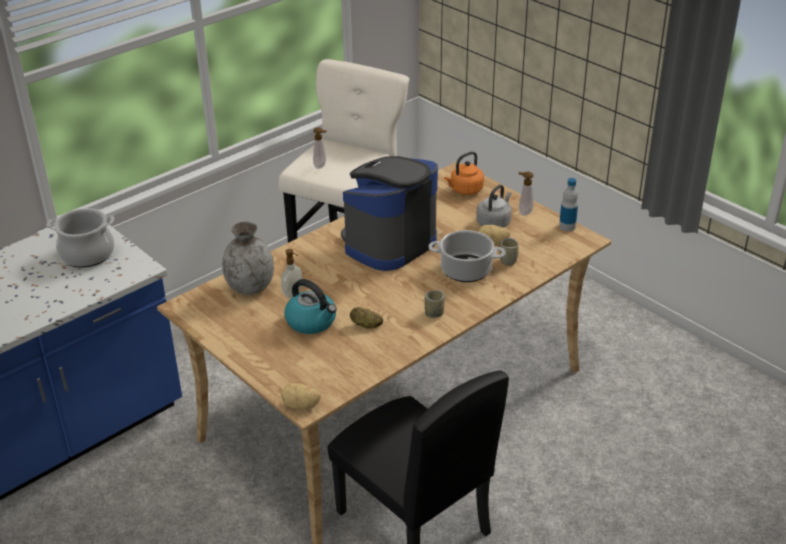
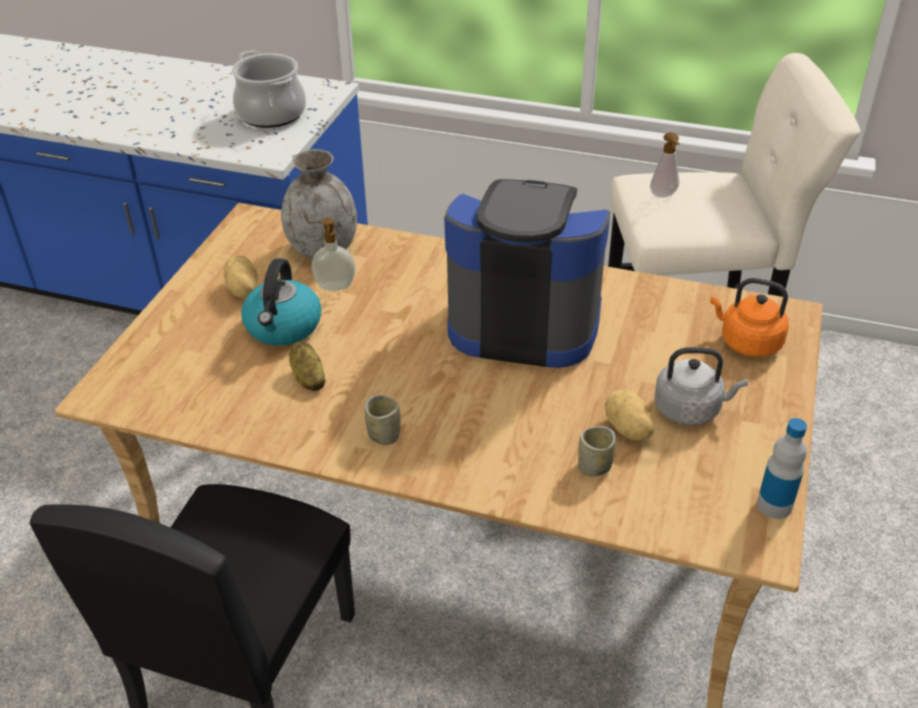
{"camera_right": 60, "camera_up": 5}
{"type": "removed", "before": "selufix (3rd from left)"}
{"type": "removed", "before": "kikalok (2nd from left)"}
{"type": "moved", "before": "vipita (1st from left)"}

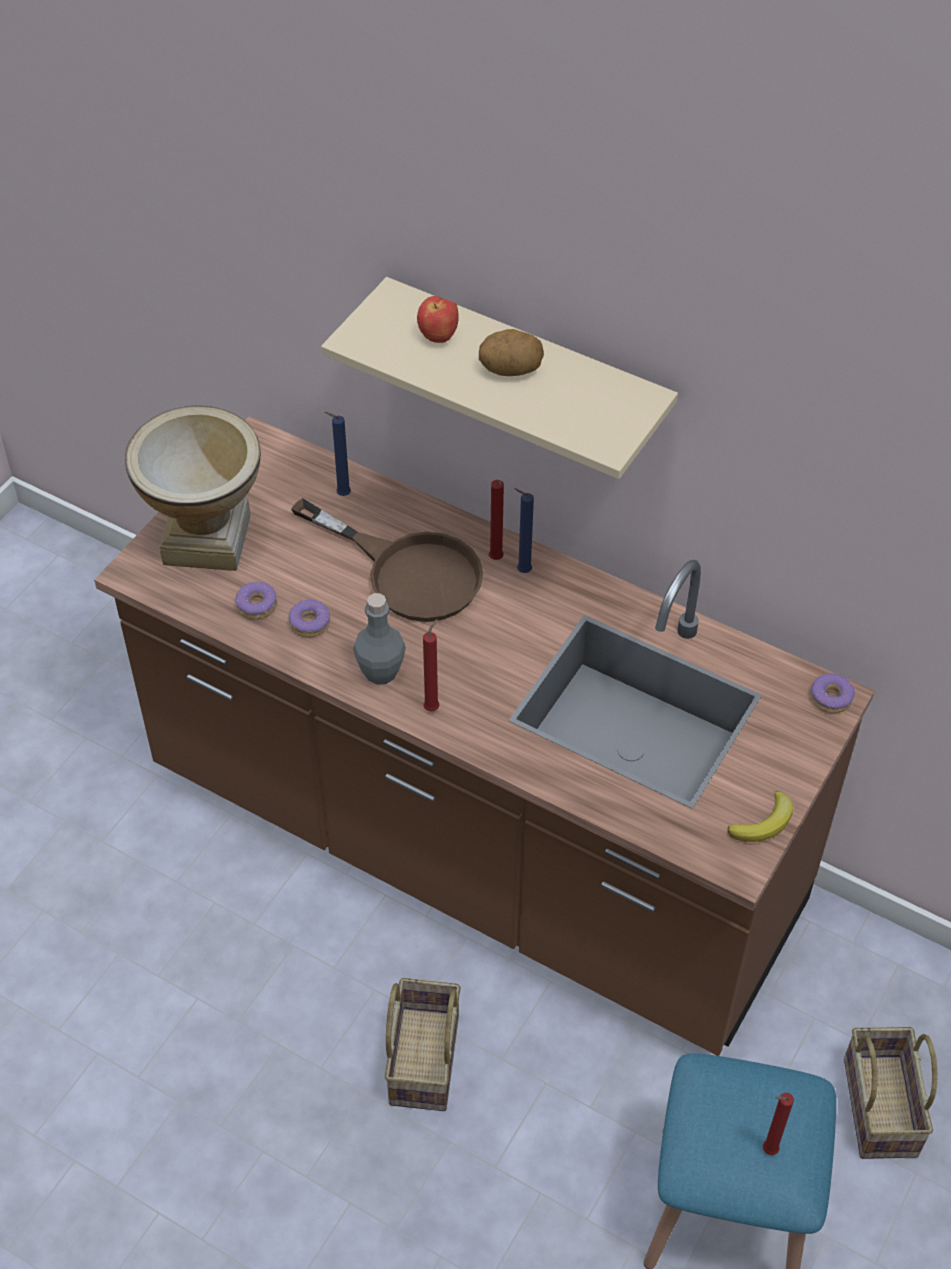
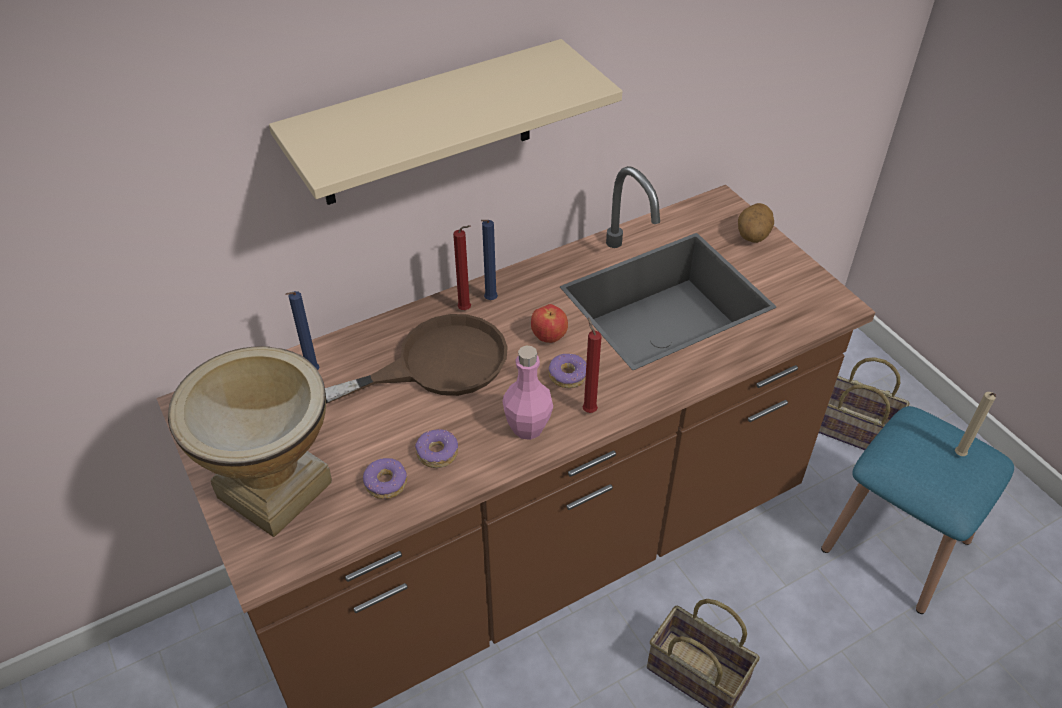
{"camera_right": -60, "camera_up": -5}
{"type": "moved", "before": "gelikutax"}
{"type": "moved", "before": "vipita"}
{"type": "recoloured", "before": "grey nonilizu", "after": "pink nonilizu"}
{"type": "moved", "before": "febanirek (3rd from left)"}
{"type": "removed", "before": "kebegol"}
{"type": "recoloured", "before": "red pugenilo (3rd from left)", "after": "beige pugenilo"}

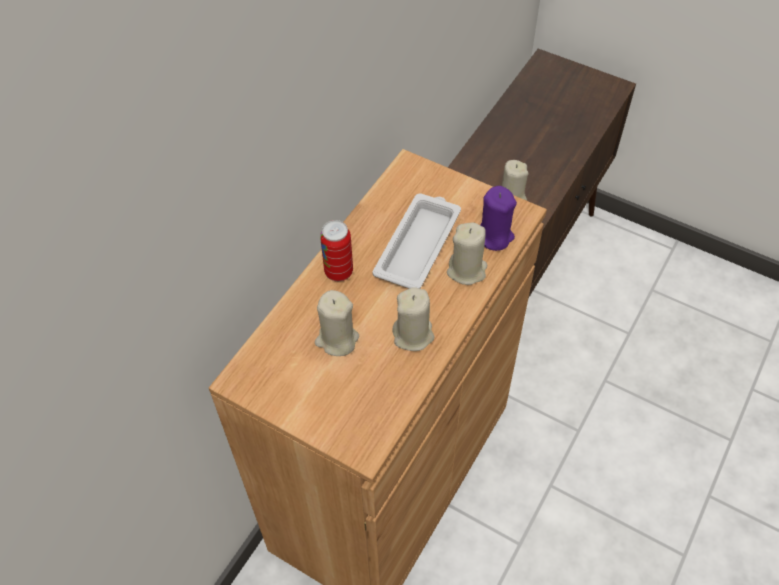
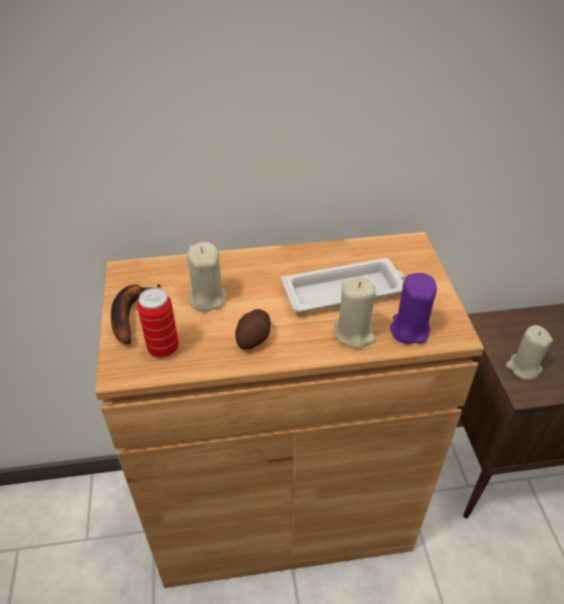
{"camera_right": 50, "camera_up": -10}
{"type": "moved", "before": "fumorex"}
{"type": "replaced", "before": "beige pugenilo (2nd from left)", "after": "vipita"}
{"type": "added", "after": "kebegol"}

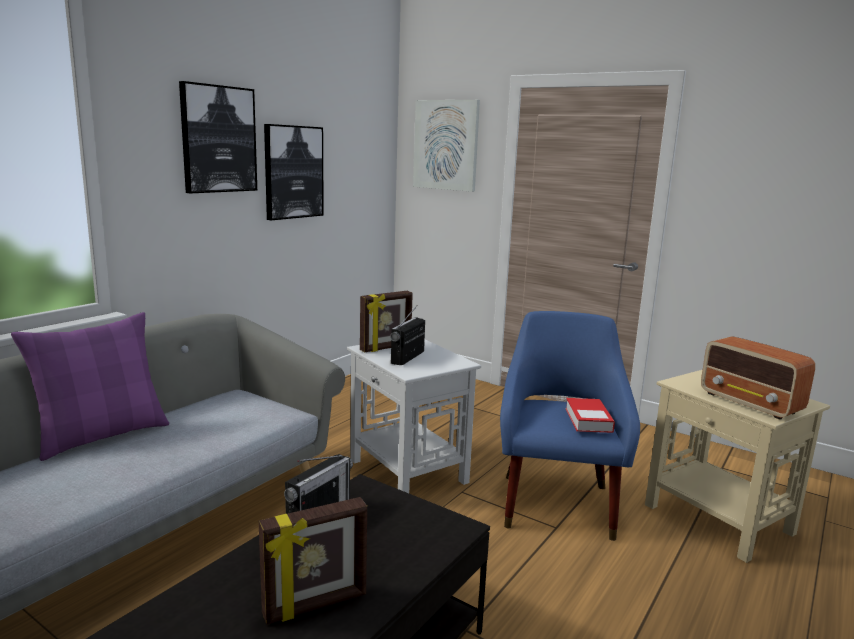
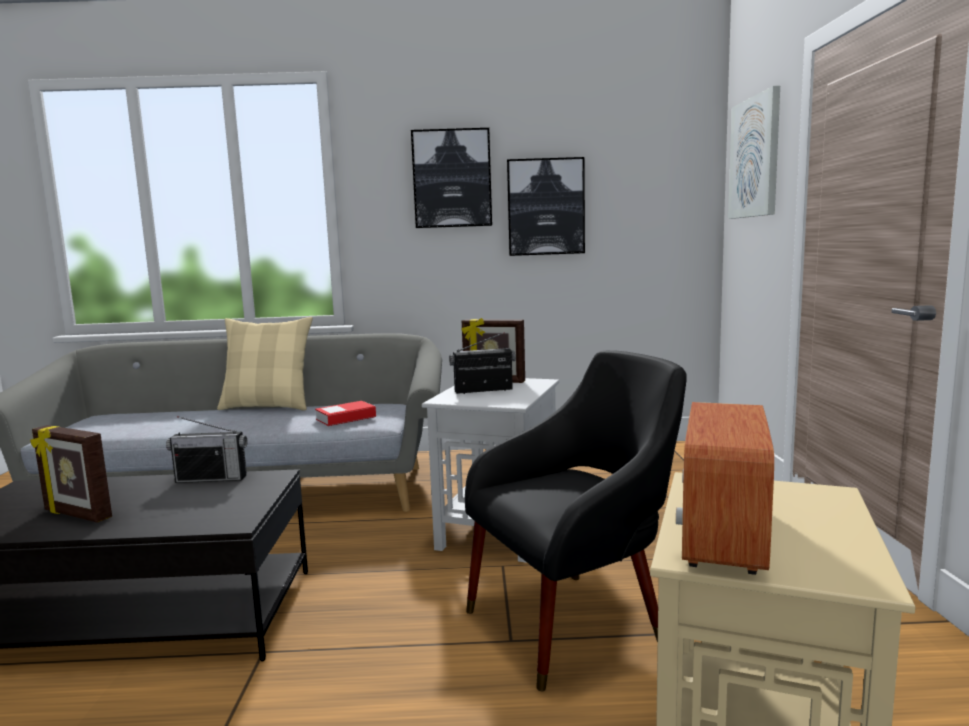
{"camera_right": 55, "camera_up": -5}
{"type": "recoloured", "before": "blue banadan", "after": "black banadan"}
{"type": "recoloured", "before": "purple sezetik", "after": "beige sezetik"}
{"type": "moved", "before": "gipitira"}

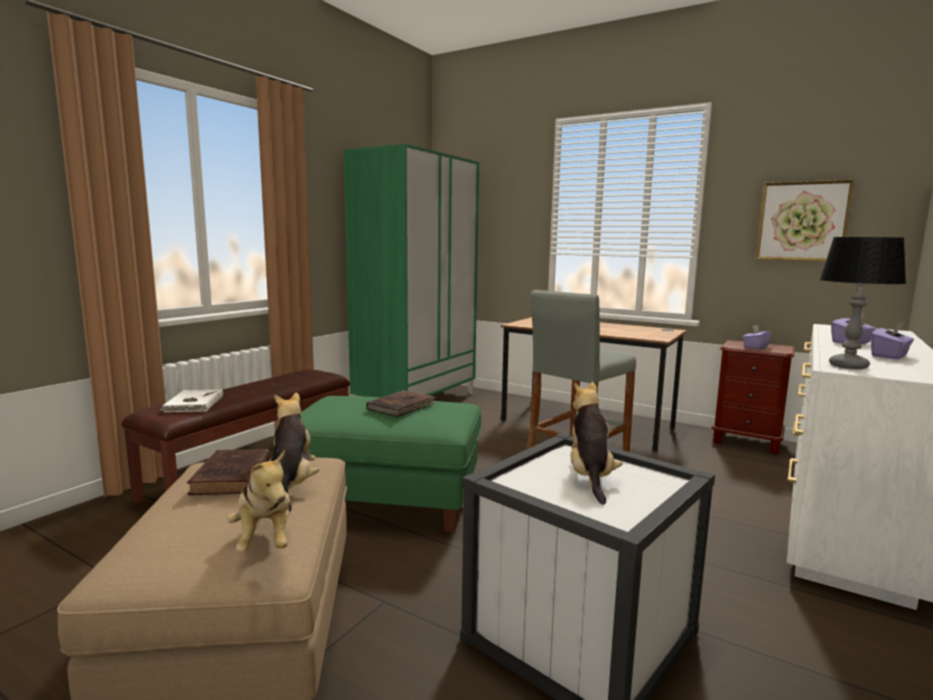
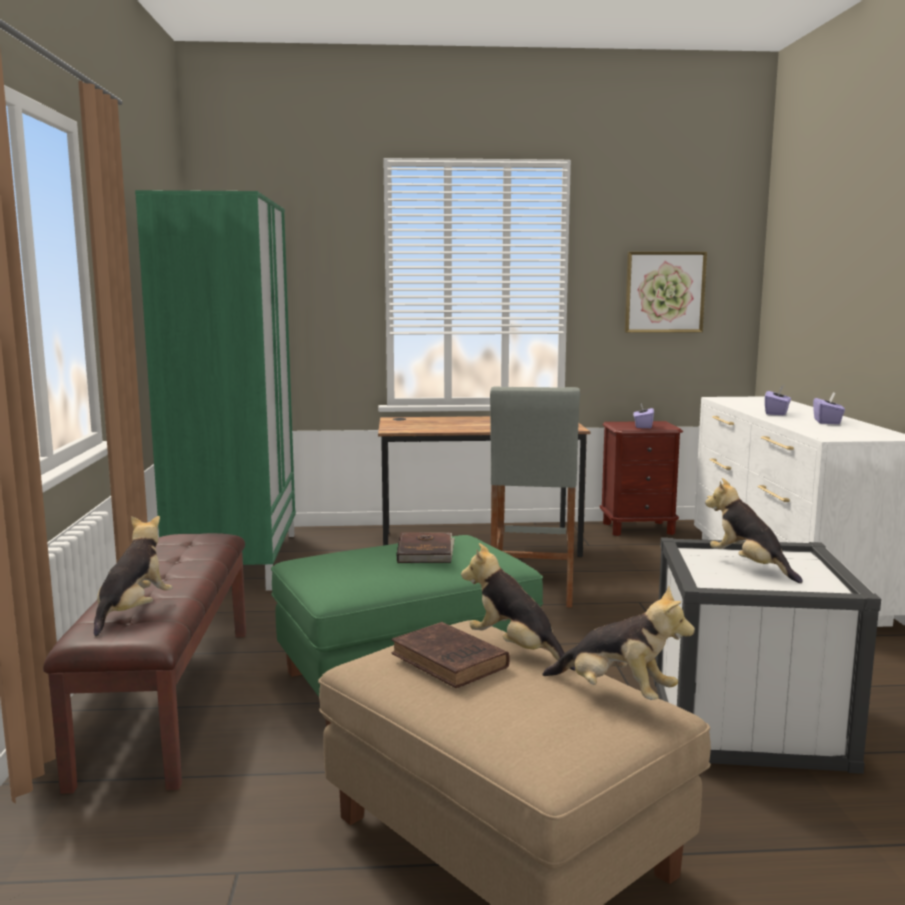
{"camera_right": -35, "camera_up": 0}
{"type": "removed", "before": "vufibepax"}
{"type": "replaced", "before": "white gipitira", "after": "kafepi (1st from left)"}

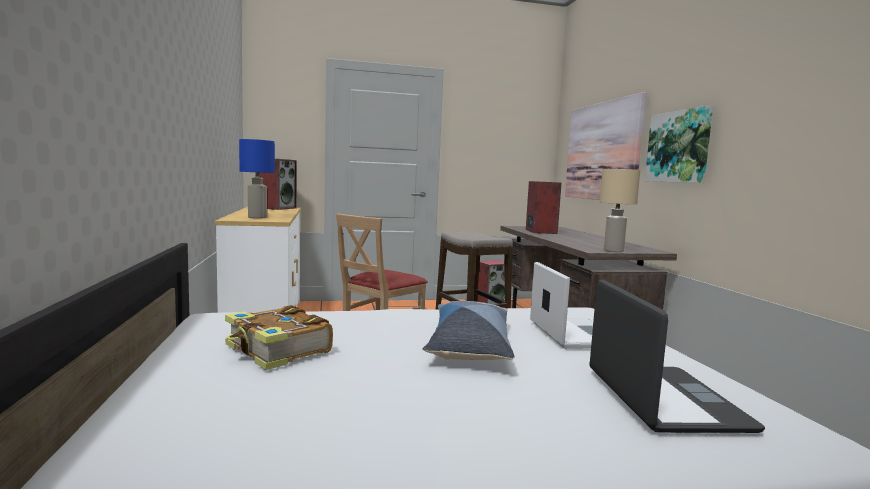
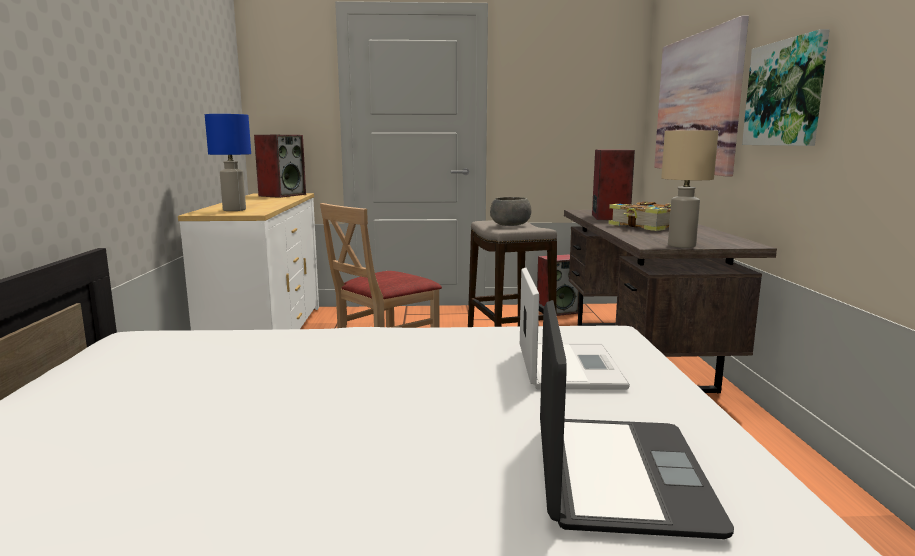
{"camera_right": 10, "camera_up": 5}
{"type": "removed", "before": "sezetik"}
{"type": "moved", "before": "gipitira"}
{"type": "added", "after": "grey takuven"}

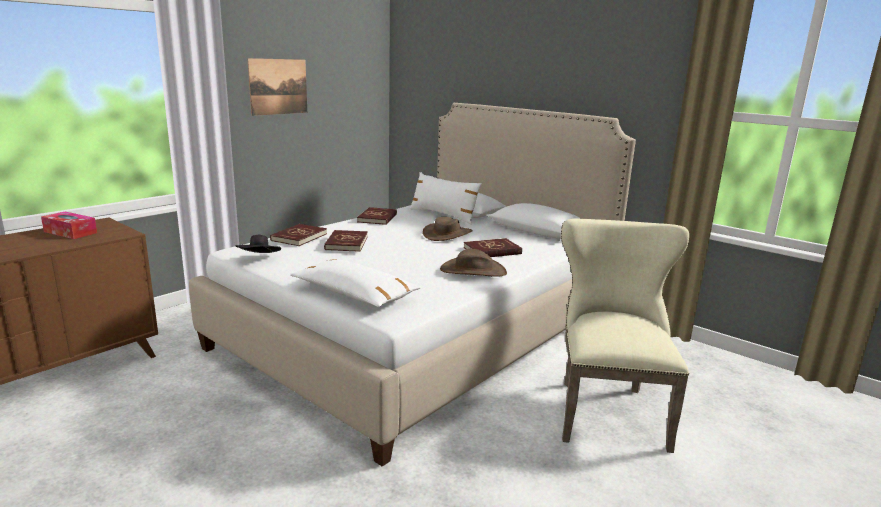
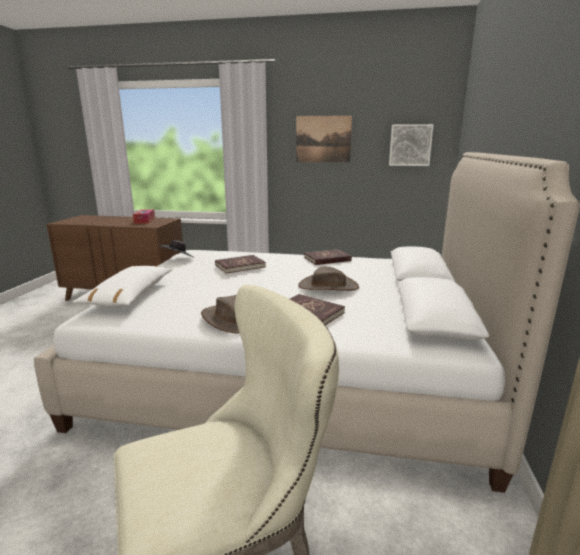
{"camera_right": 60, "camera_up": 0}
{"type": "removed", "before": "white sezetik (2nd from left)"}
{"type": "removed", "before": "red gipitira (1st from left)"}
{"type": "added", "after": "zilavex (2nd from left)"}

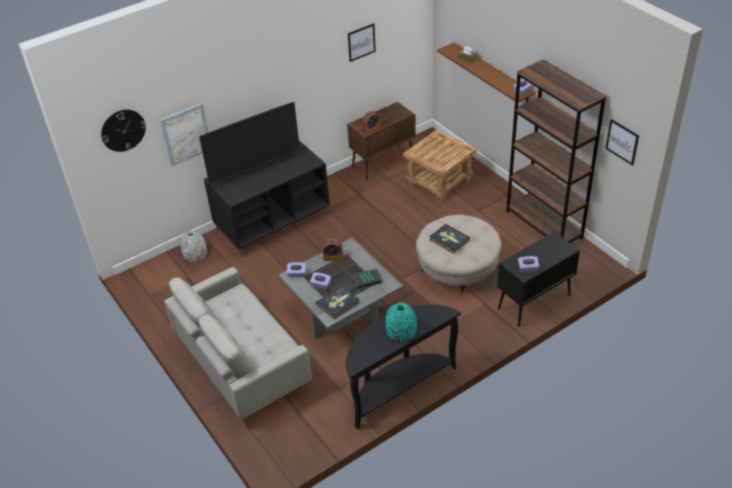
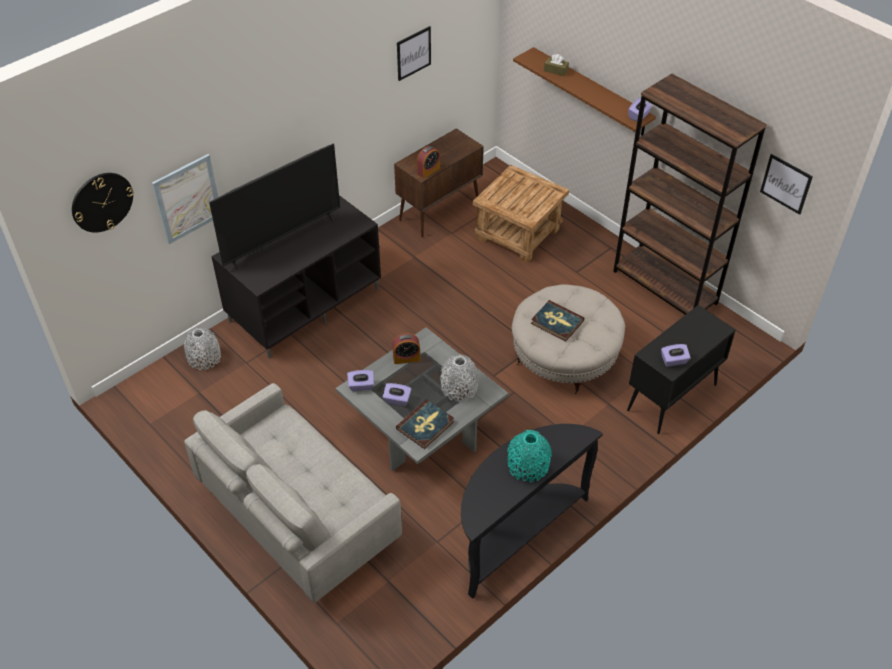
{"camera_right": -10, "camera_up": 5}
{"type": "replaced", "before": "gipitira (2nd from left)", "after": "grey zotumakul (2nd from left)"}

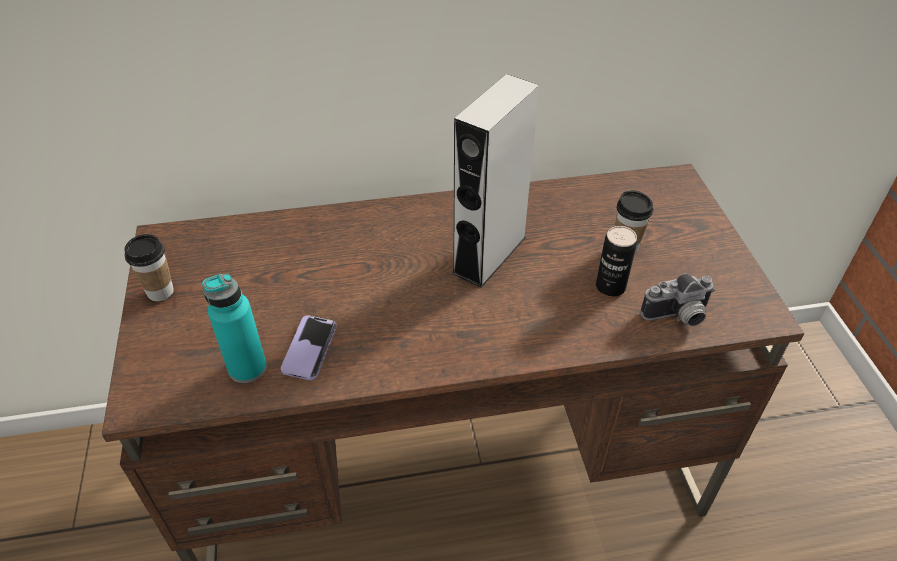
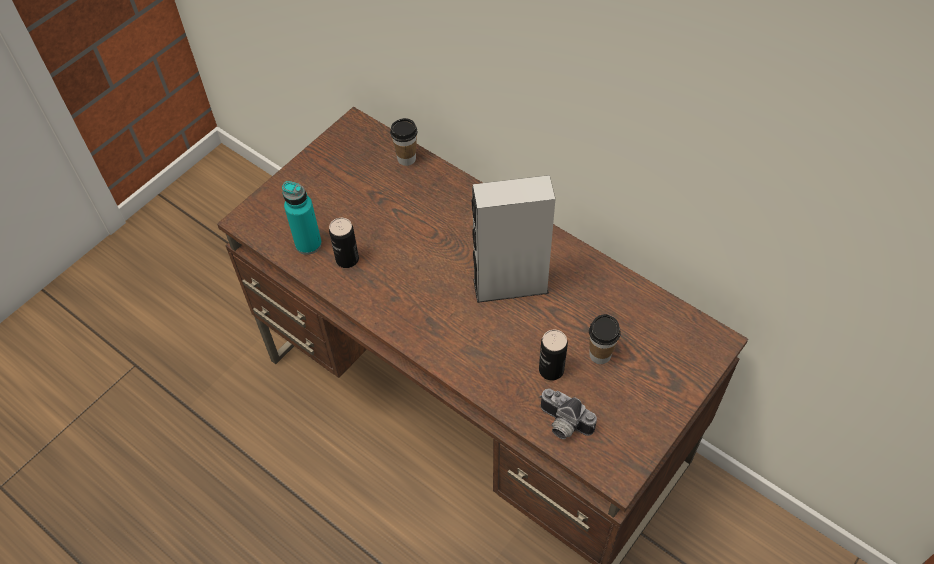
{"camera_right": 50, "camera_up": 10}
{"type": "moved", "before": "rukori (1st from left)"}
{"type": "replaced", "before": "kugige", "after": "fumorex (1st from left)"}

